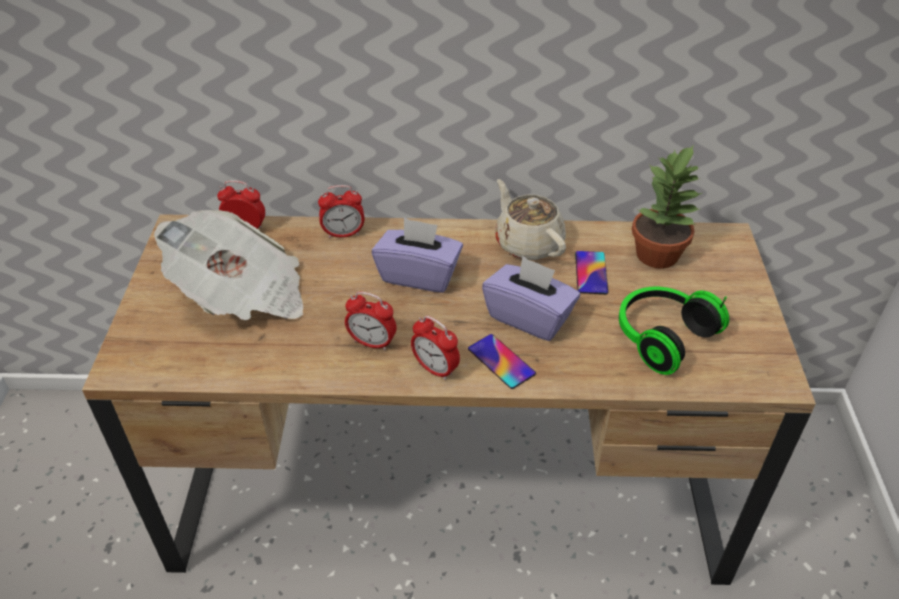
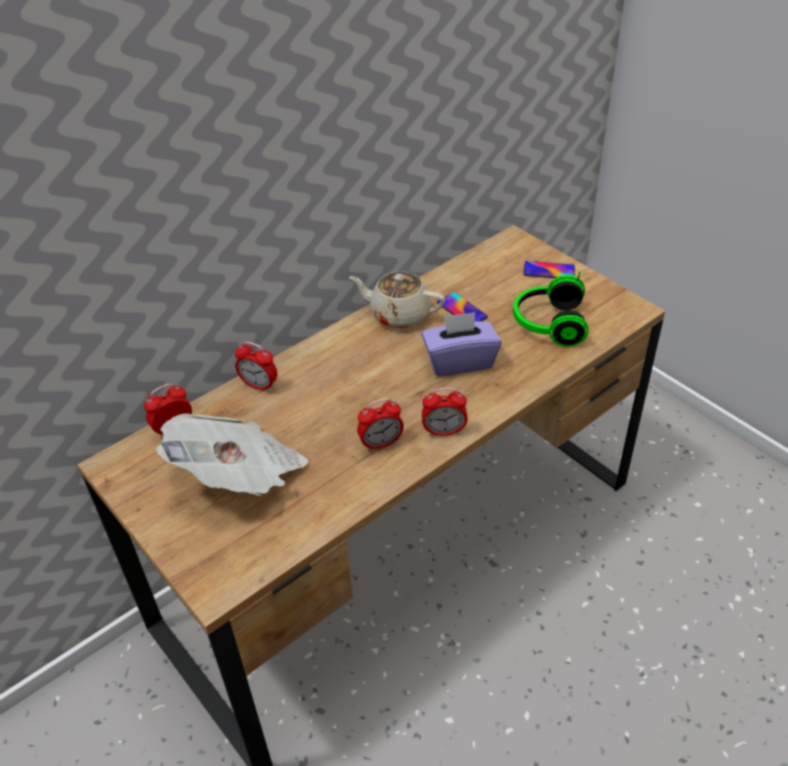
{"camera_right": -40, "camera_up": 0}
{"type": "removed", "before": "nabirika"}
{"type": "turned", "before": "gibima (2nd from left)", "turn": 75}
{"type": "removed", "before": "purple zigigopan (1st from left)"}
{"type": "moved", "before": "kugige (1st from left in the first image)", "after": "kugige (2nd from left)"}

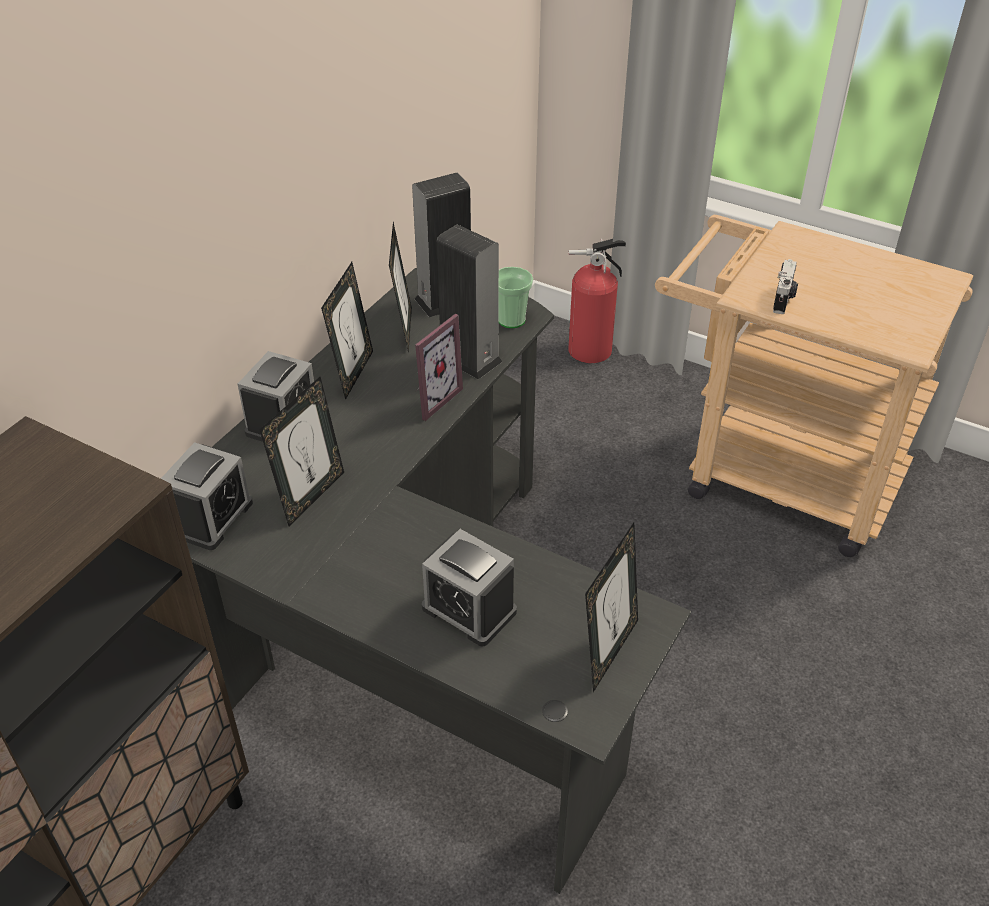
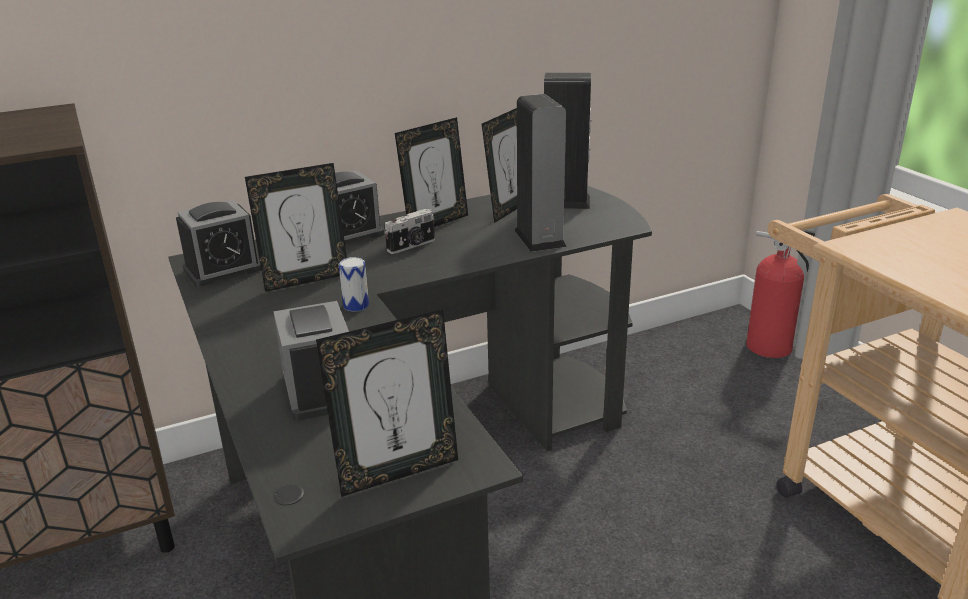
{"camera_right": 35, "camera_up": -15}
{"type": "moved", "before": "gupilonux"}
{"type": "removed", "before": "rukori"}
{"type": "removed", "before": "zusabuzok (4th from left)"}
{"type": "added", "after": "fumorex"}

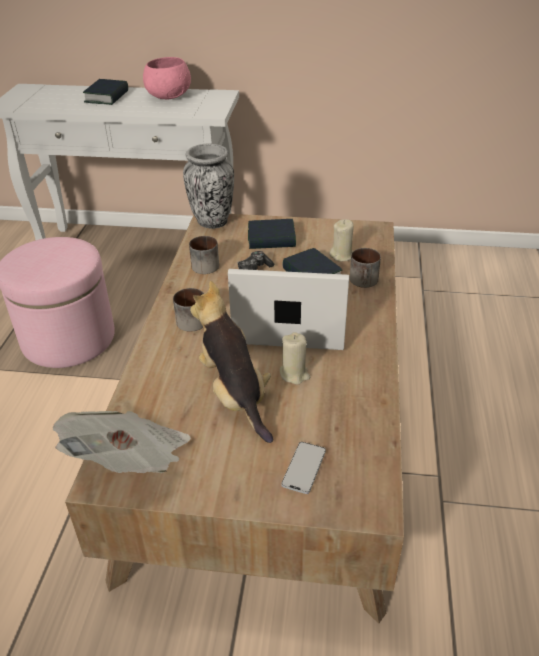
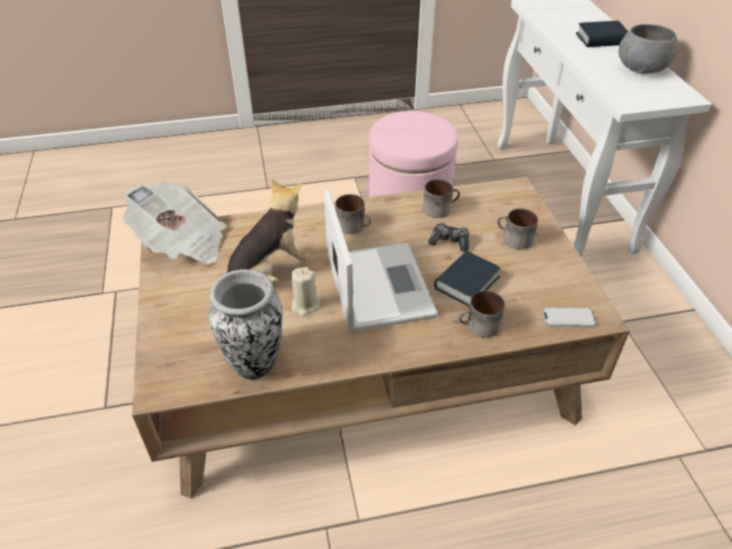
{"camera_right": 70, "camera_up": 5}
{"type": "recoloured", "before": "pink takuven", "after": "grey takuven"}
{"type": "moved", "before": "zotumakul"}
{"type": "replaced", "before": "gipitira (2nd from left)", "after": "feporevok (4th from left)"}
{"type": "removed", "before": "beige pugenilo (2nd from left)"}
{"type": "moved", "before": "kugige"}

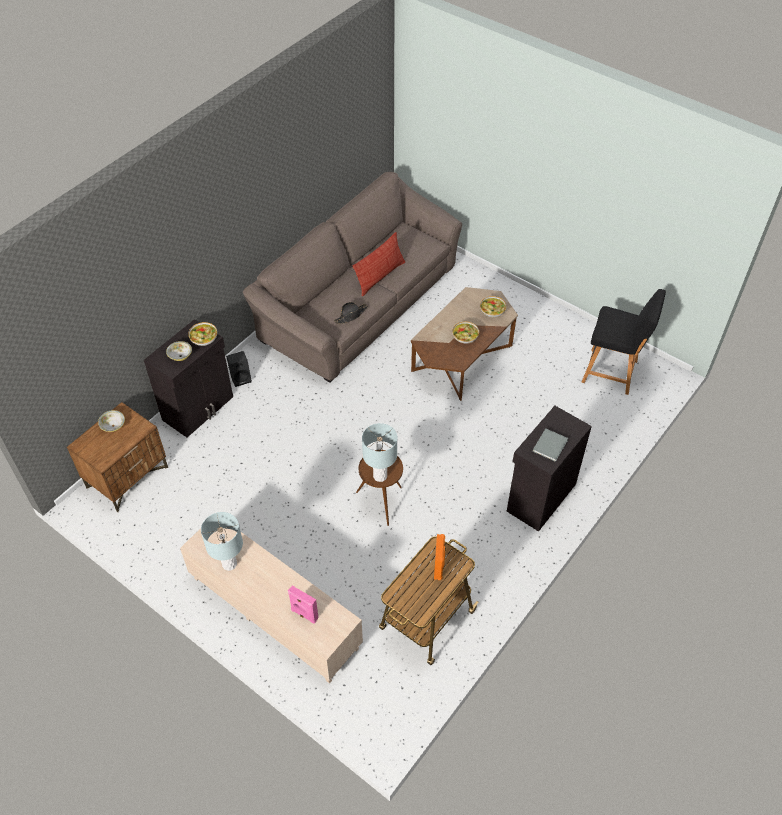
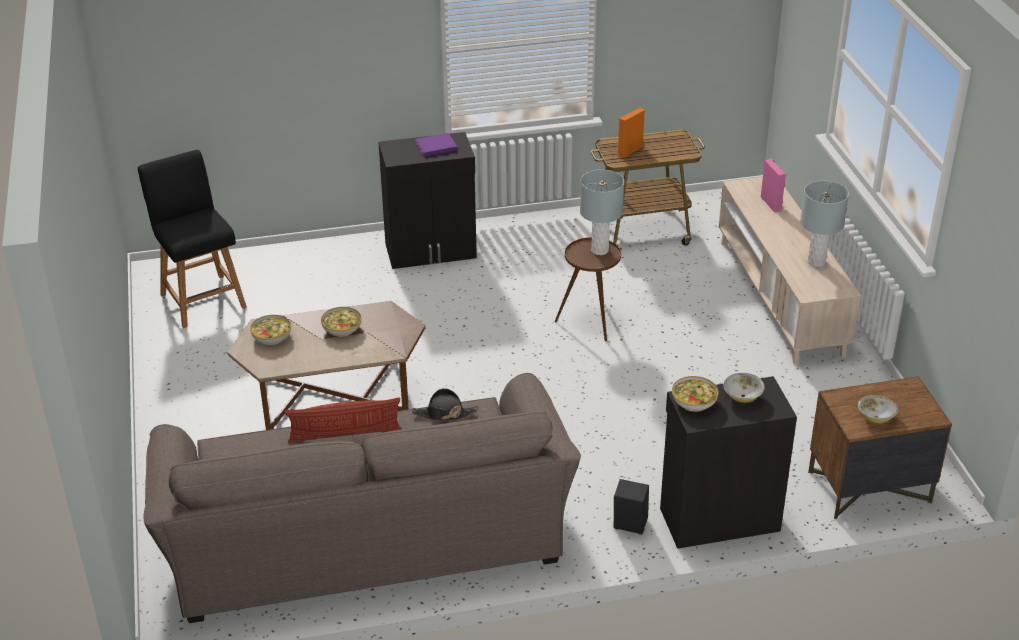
{"camera_right": -140, "camera_up": -15}
{"type": "recoloured", "before": "grey gipitira", "after": "purple gipitira"}

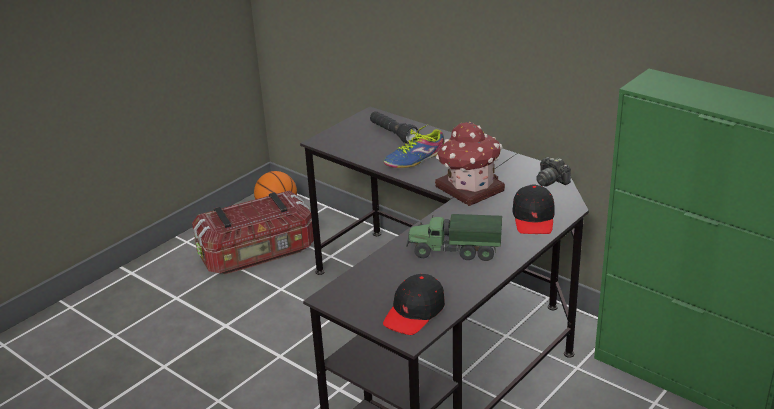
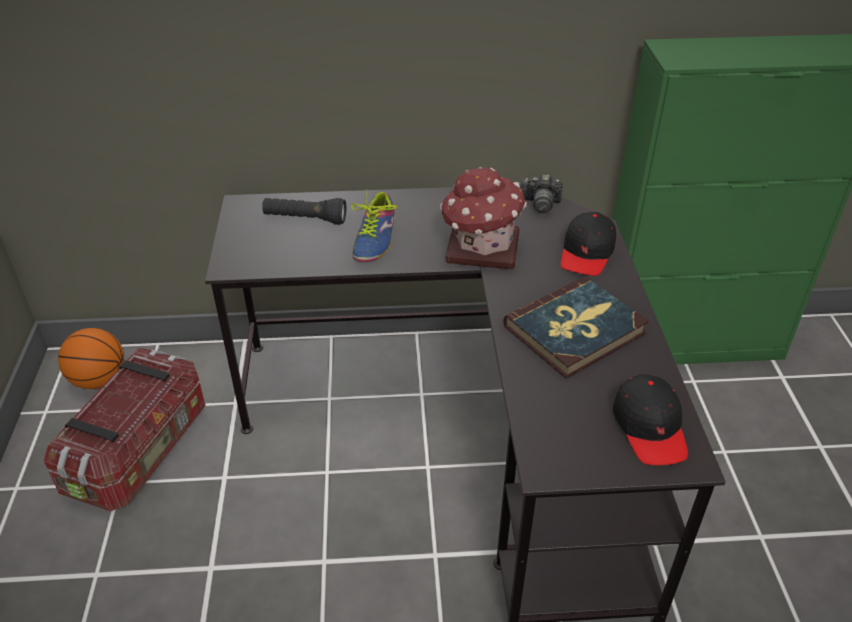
{"camera_right": -45, "camera_up": 10}
{"type": "turned", "before": "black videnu (2nd from left in the first image)", "turn": 60}
{"type": "replaced", "before": "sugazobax", "after": "gipitira"}

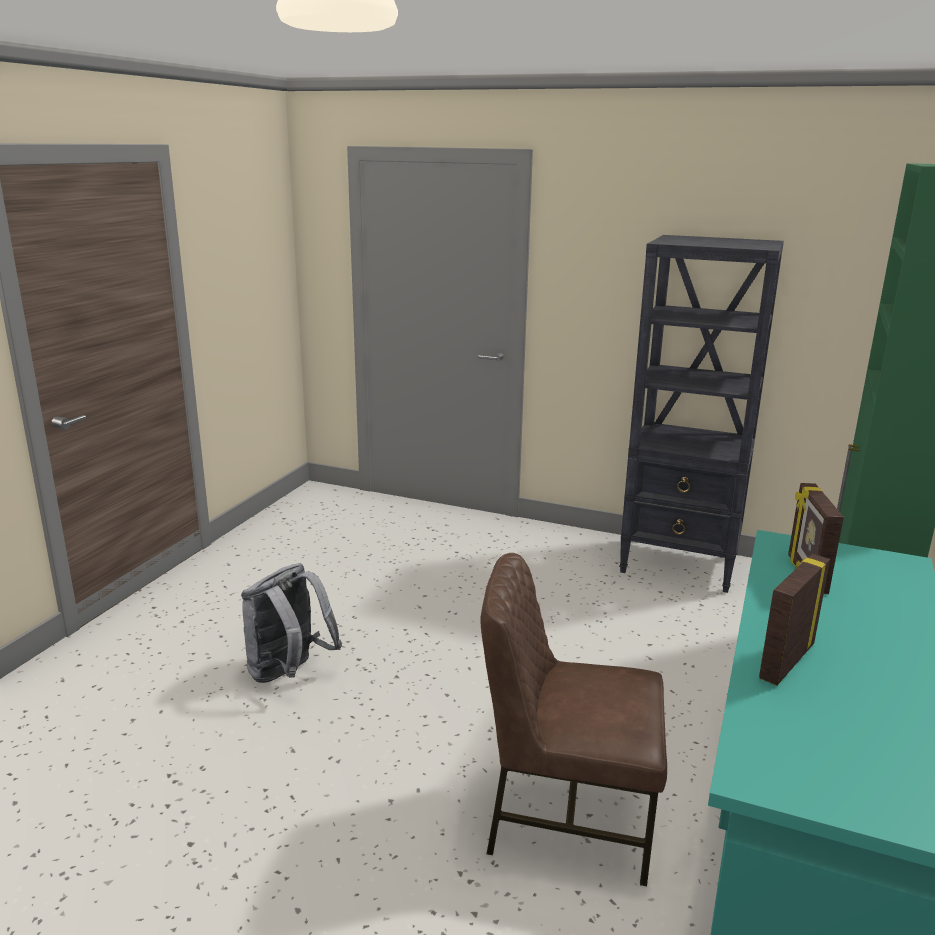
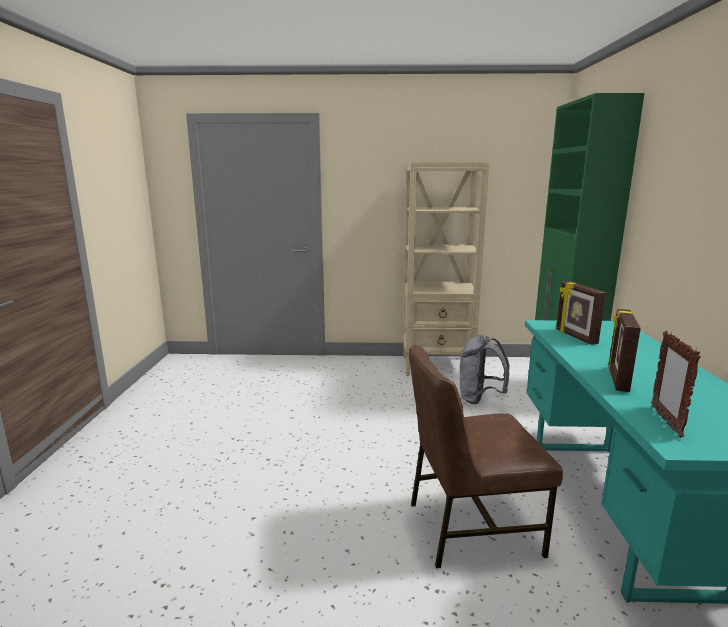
{"camera_right": -20, "camera_up": -5}
{"type": "recoloured", "before": "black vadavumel", "after": "beige vadavumel"}
{"type": "moved", "before": "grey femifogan"}
{"type": "added", "after": "zusabuzok (3rd from left)"}

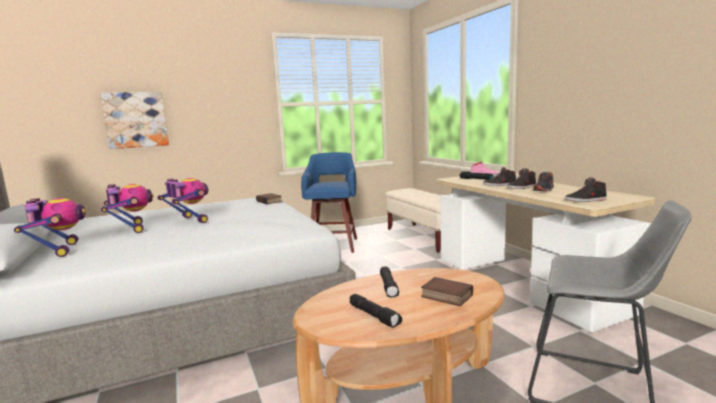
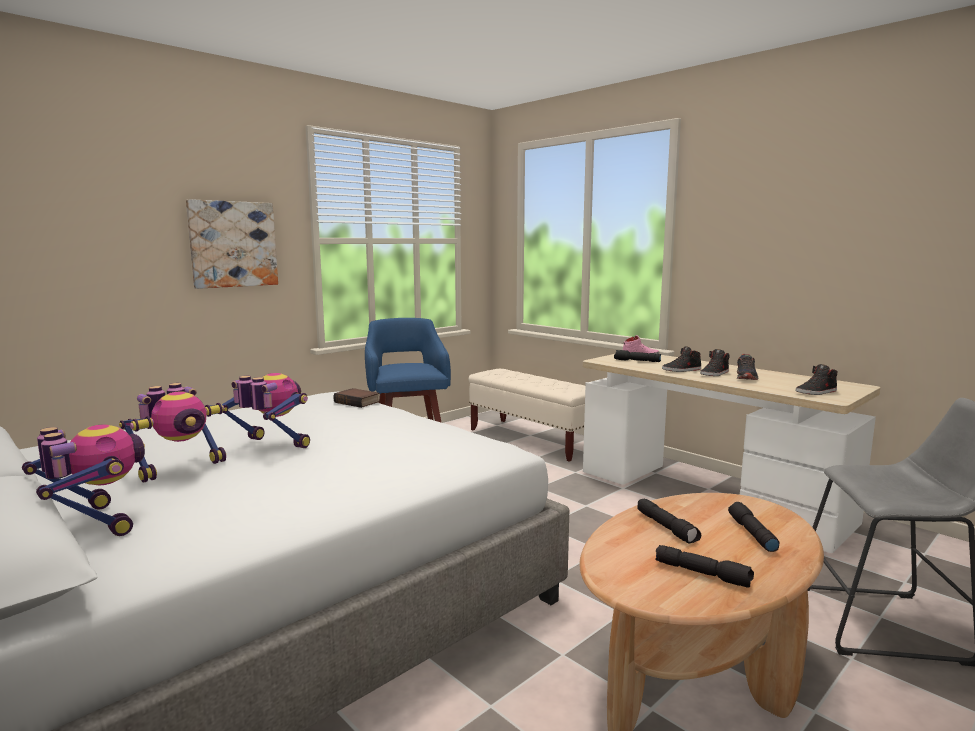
{"camera_right": -20, "camera_up": 0}
{"type": "moved", "before": "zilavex"}
{"type": "turned", "before": "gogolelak (2nd from left)", "turn": 90}
{"type": "replaced", "before": "gipitira (2nd from left)", "after": "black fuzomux (4th from left)"}

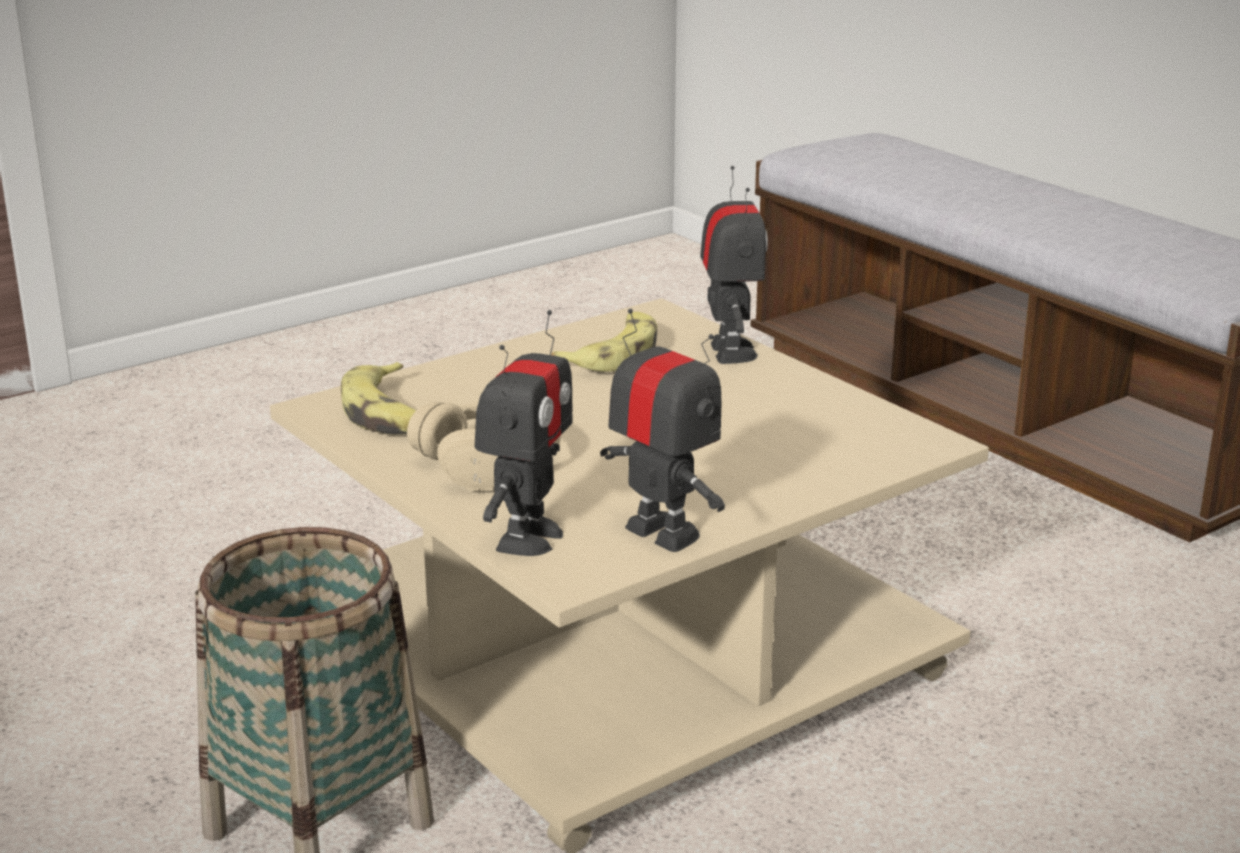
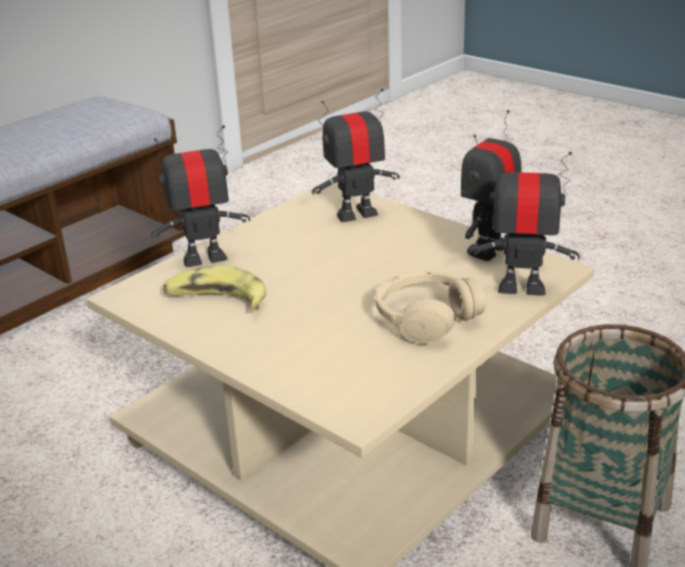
{"camera_right": -100, "camera_up": 5}
{"type": "removed", "before": "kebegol (1st from left)"}
{"type": "added", "after": "gogolelak (2nd from left)"}

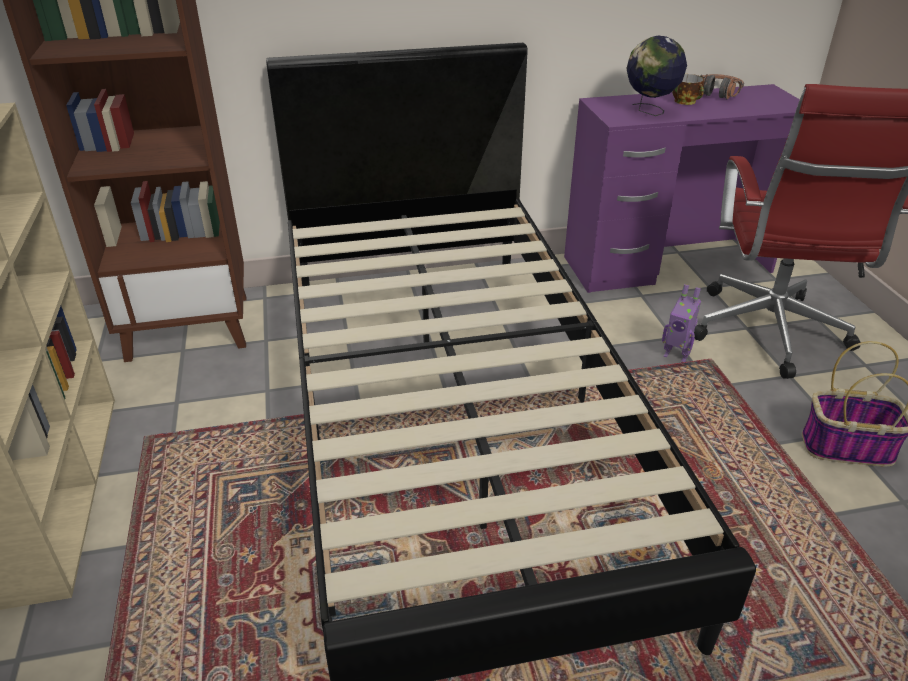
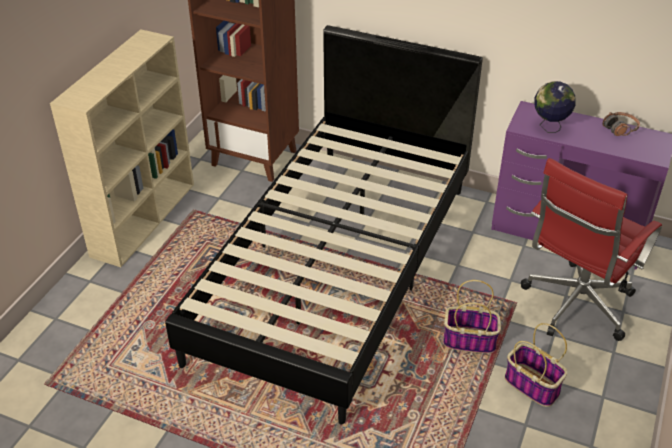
{"camera_right": 35, "camera_up": 5}
{"type": "removed", "before": "rukori"}
{"type": "removed", "before": "gogolelak"}
{"type": "added", "after": "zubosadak (1st from left)"}

